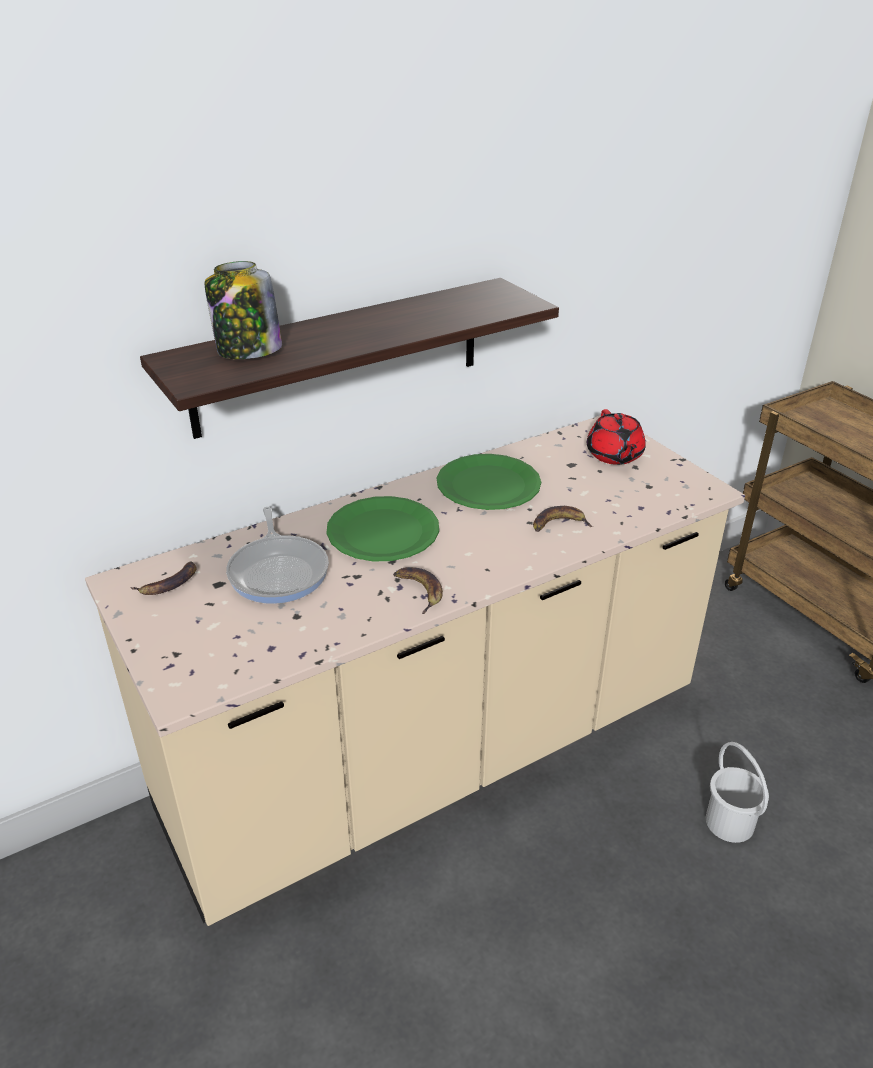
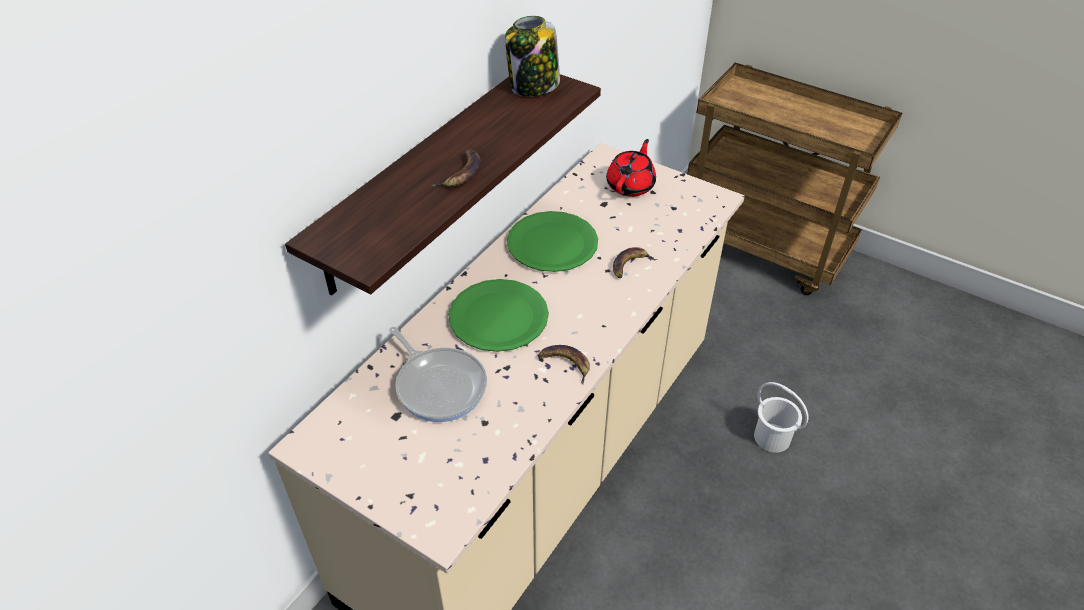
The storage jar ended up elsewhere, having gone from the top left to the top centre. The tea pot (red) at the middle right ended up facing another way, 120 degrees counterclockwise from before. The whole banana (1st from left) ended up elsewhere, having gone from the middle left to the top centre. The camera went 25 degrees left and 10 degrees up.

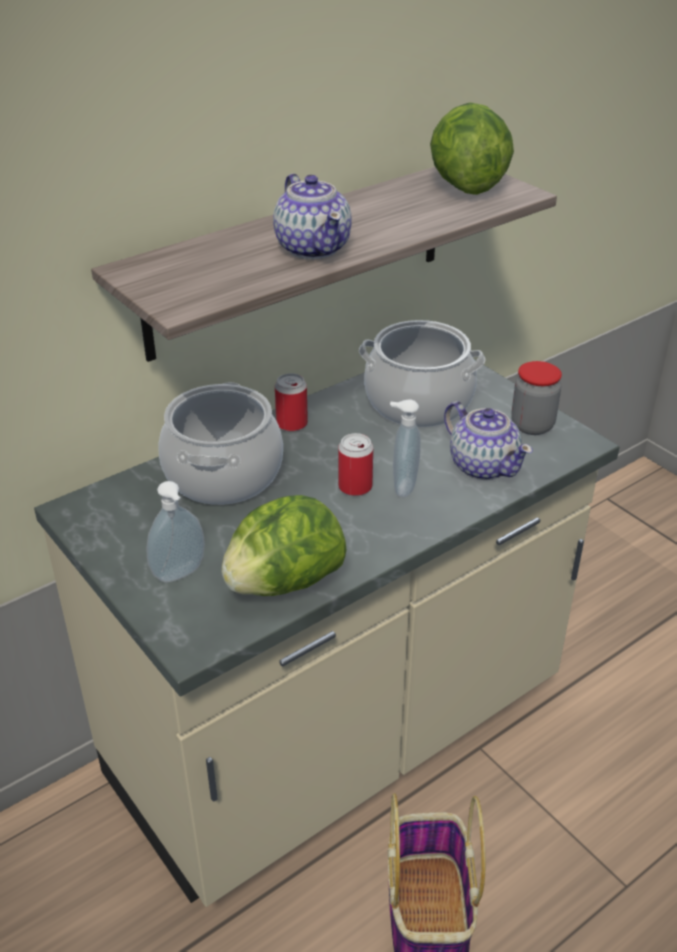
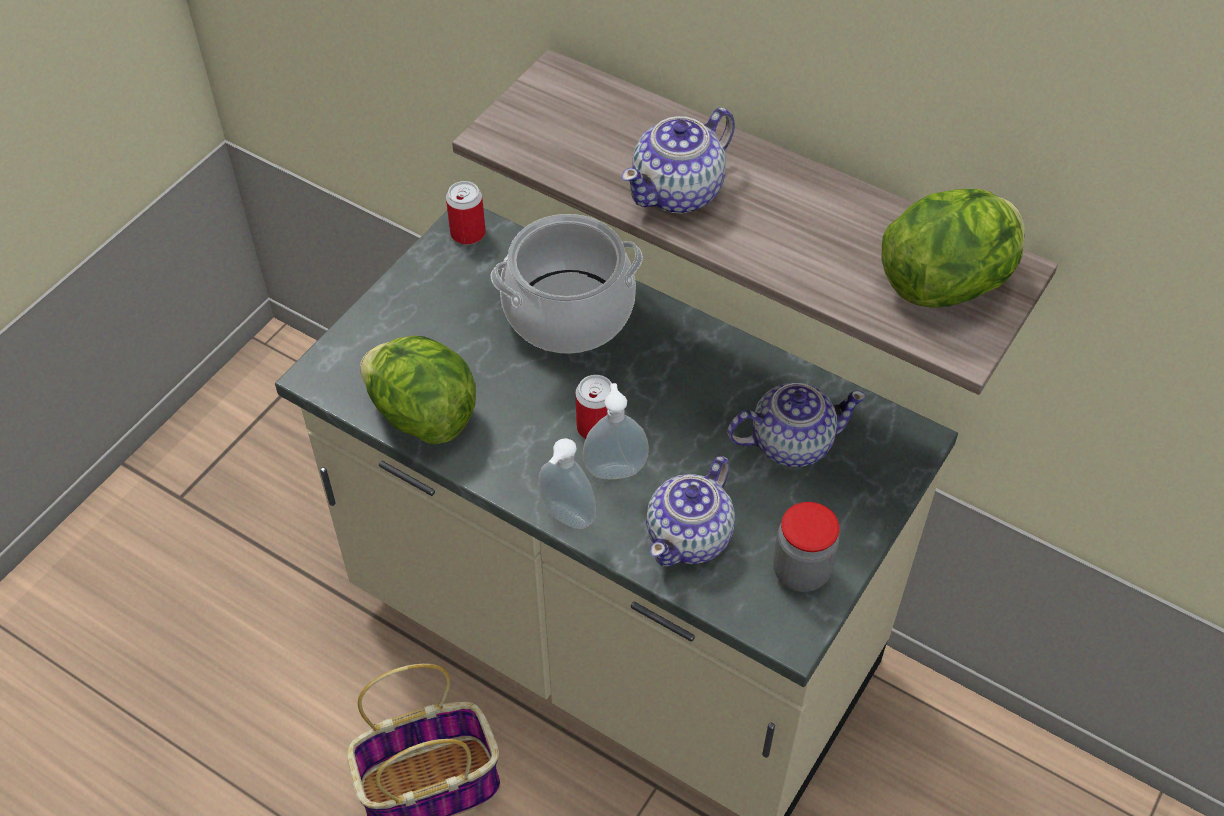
Where the stockpot (2nd from left) stood at the centre, the tea pot (3rd from left) came to stand at the centre. The can (1st from left) ended up elsewhere, having gone from the centre to the top centre. The liquid soap bottle (1st from left) ended up elsewhere, having gone from the middle left to the centre. The camera went 70 degrees right and 15 degrees up.

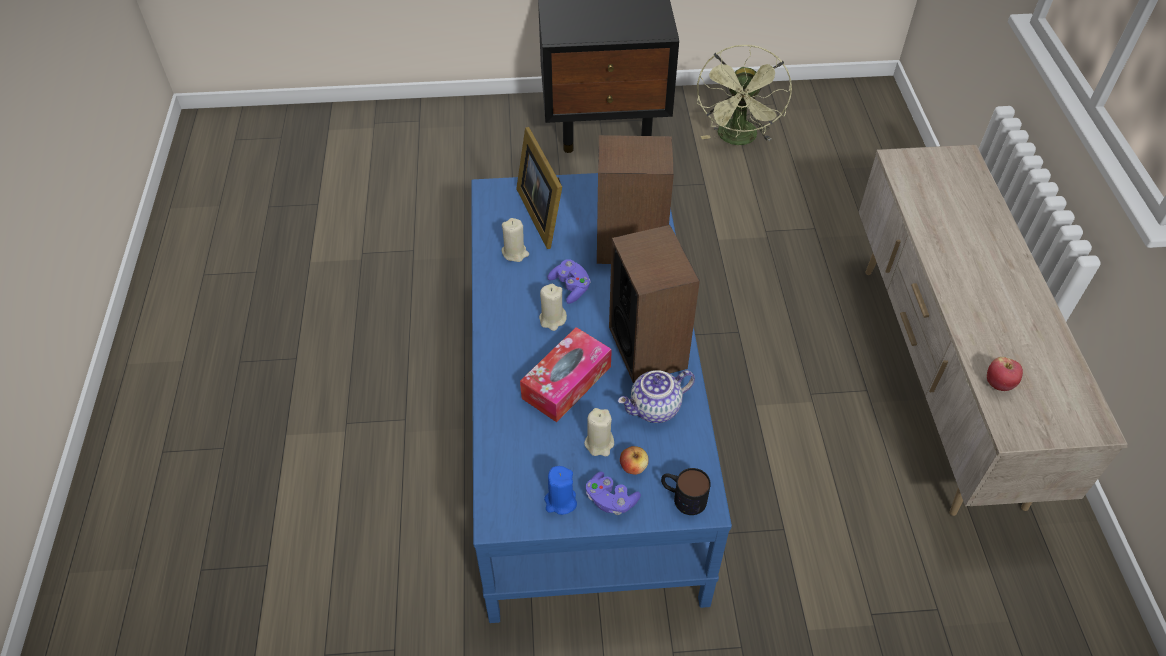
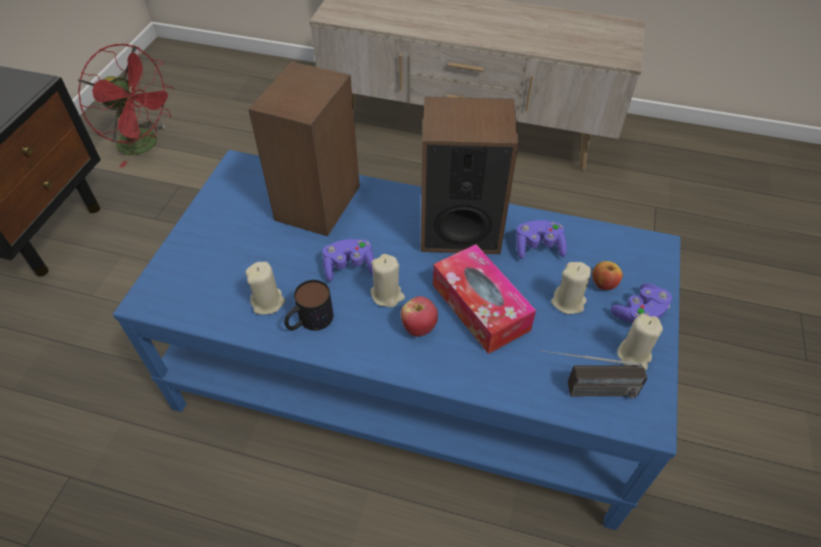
What was the cooling fan (green-coloured) at the top centre turned into the cooling fan (red) at the top left. The second view lost the picture frame at the top centre. The apple (2nd from left in the first image) ended up elsewhere, having gone from the middle right to the centre. Where the tea pot stood at the centre, the game controller (purple) (2nd from left) came to stand at the centre. What was the wax candle (bluish) at the bottom centre turned into the wax candle (beige-coloured) (4th from left) at the middle right. The mug ended up elsewhere, having gone from the bottom centre to the centre. The second view gained the radio receiver at the bottom right. The camera went 70 degrees left and 0 degrees up.

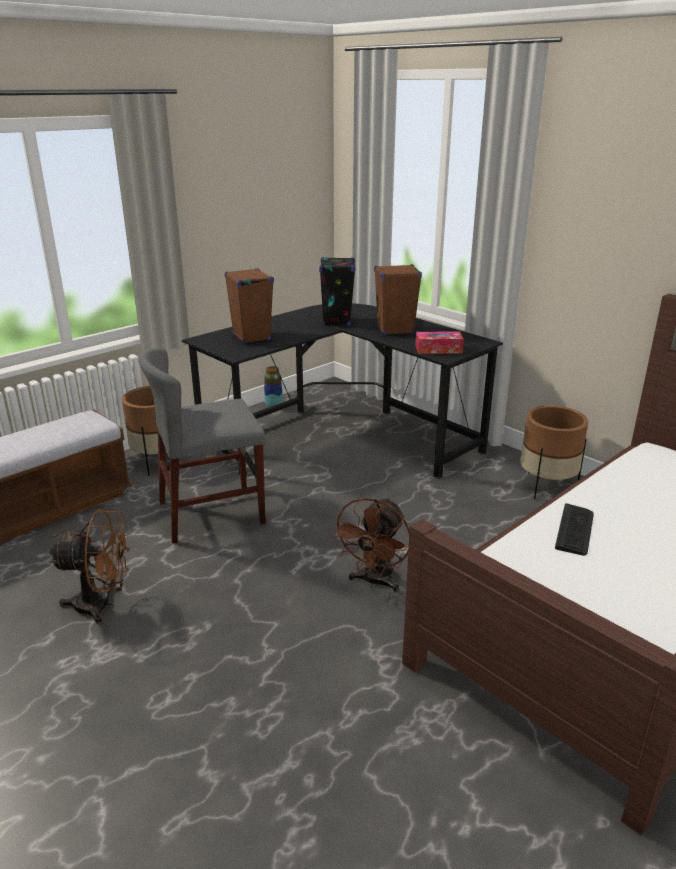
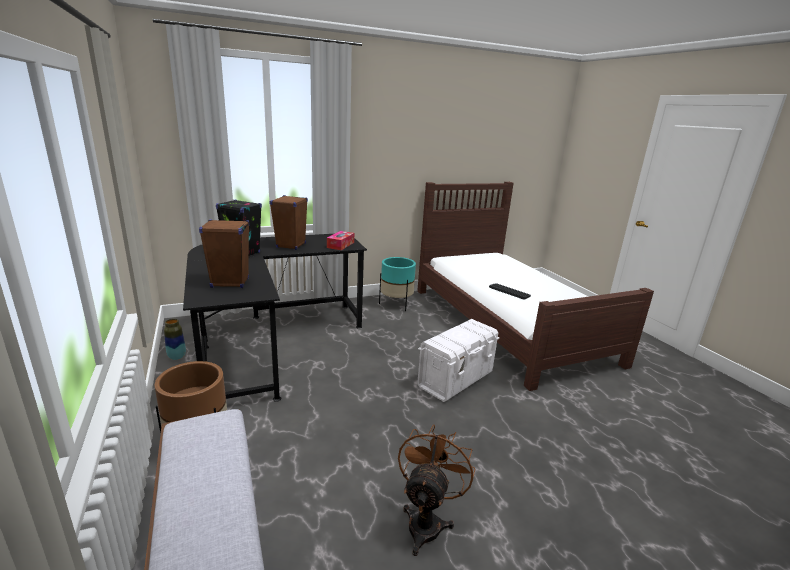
The second view lost the chair (gray) at the middle left. What was the planter (brown-coloured) (2nd from left) at the middle right turned into the planter (turquoise) at the centre. Where the cooling fan (brown-coloured) (2nd from left) stood at the centre, the storage container (whitish) came to stand at the centre. The camera went 70 degrees left and 5 degrees down.

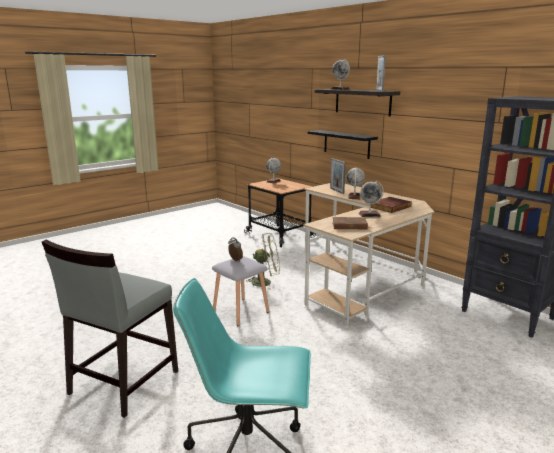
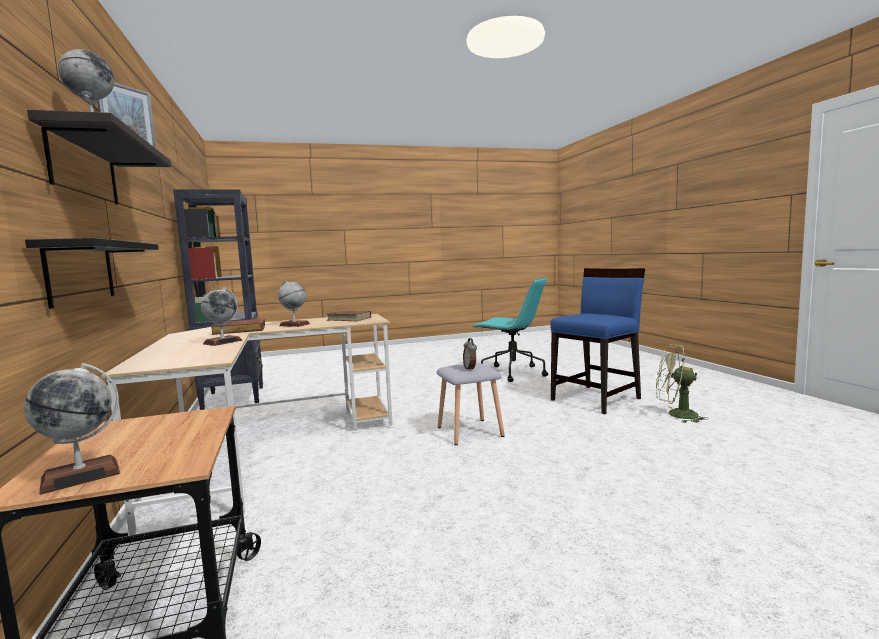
The second view lost the picture frame (1st from left) at the centre. The cooling fan (green-coloured) ended up elsewhere, having gone from the centre to the middle right. What was the chair (gray) at the bottom left turned into the chair (bluish) at the middle right. The camera went 155 degrees left and 10 degrees down.

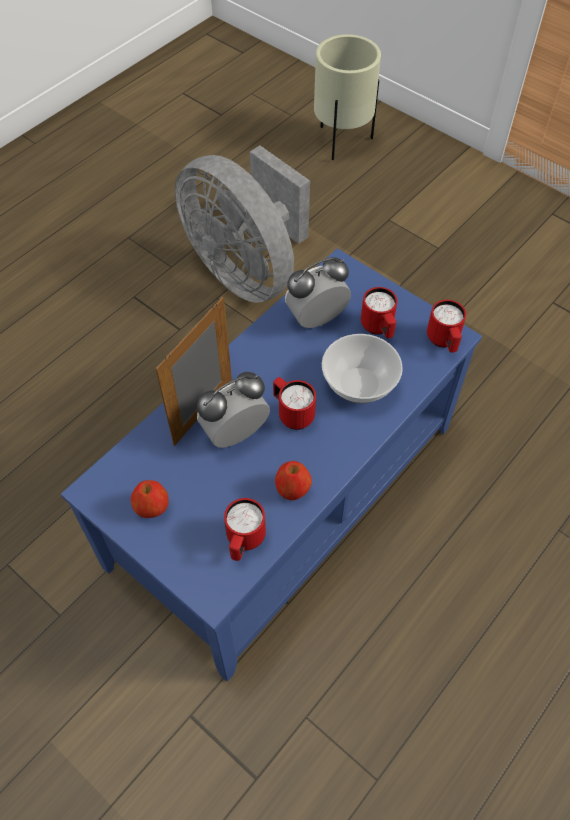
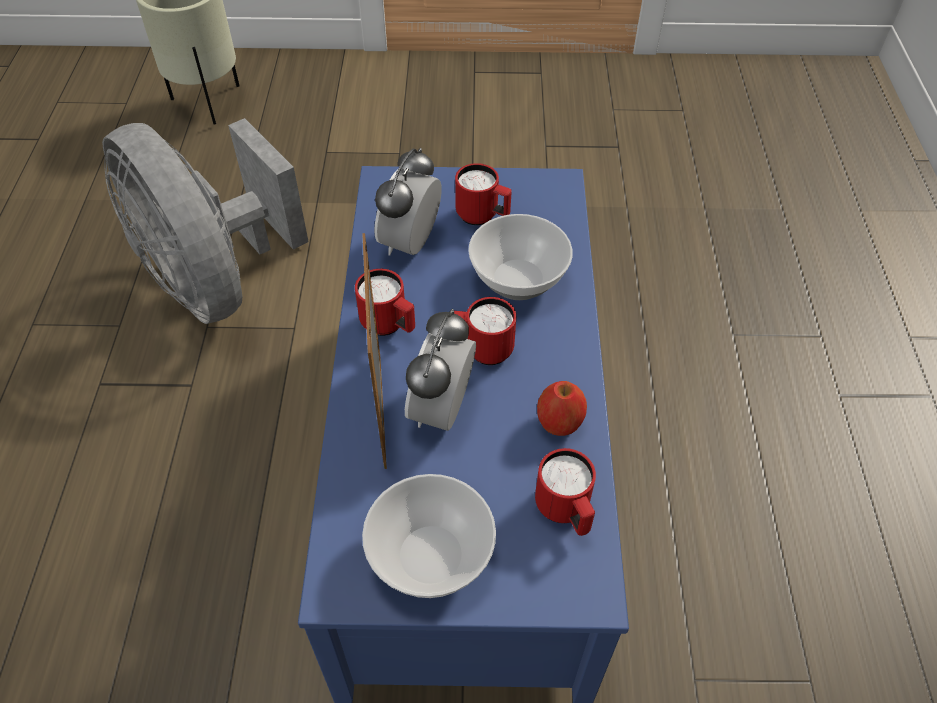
The cooling fan (gray) at the top centre ended up facing another way, 45 degrees clockwise from before. The mug (red) (4th from left in the first image) ended up elsewhere, having gone from the middle right to the centre. Where the apple (1st from left) stood at the middle left, the bowl (1st from left) came to stand at the bottom centre. The camera went 40 degrees left and 5 degrees down.

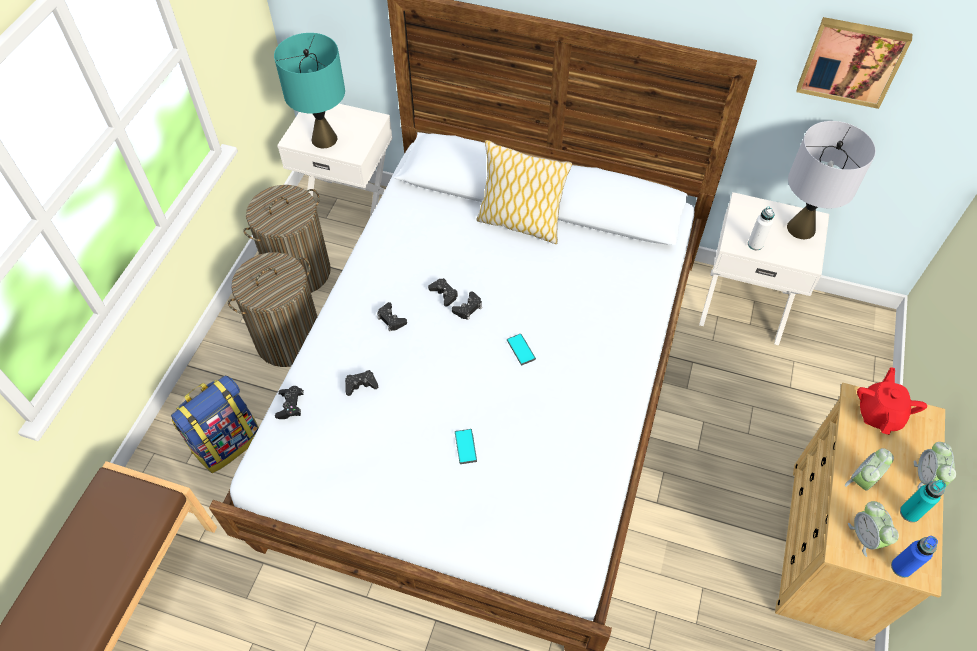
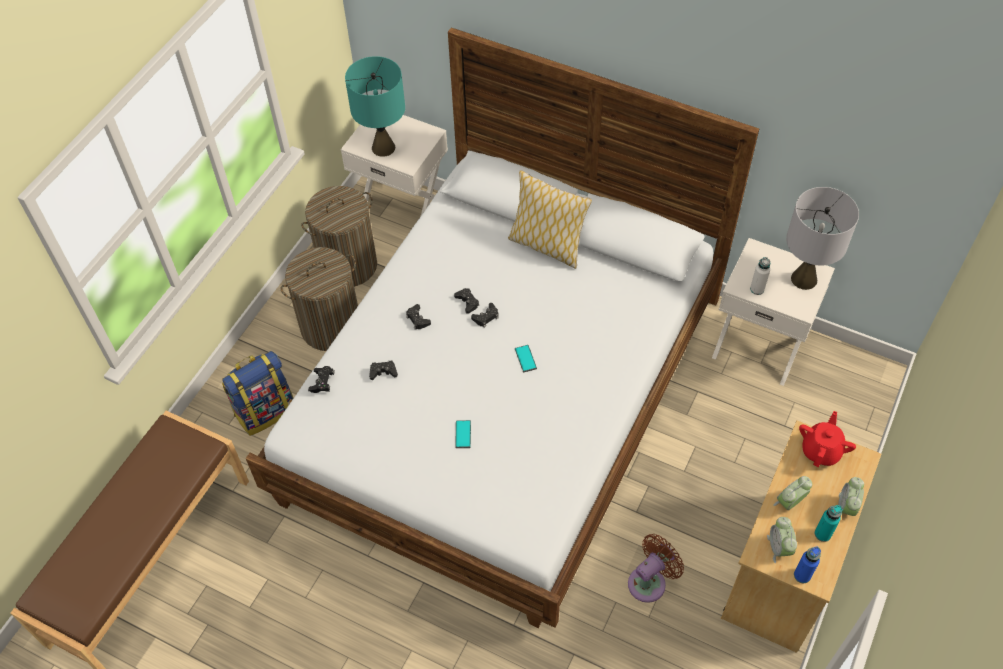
The second view lost the wall art at the top right. The second view gained the cooling fan (brown-coloured) at the bottom centre. The camera went 10 degrees right and 0 degrees up.

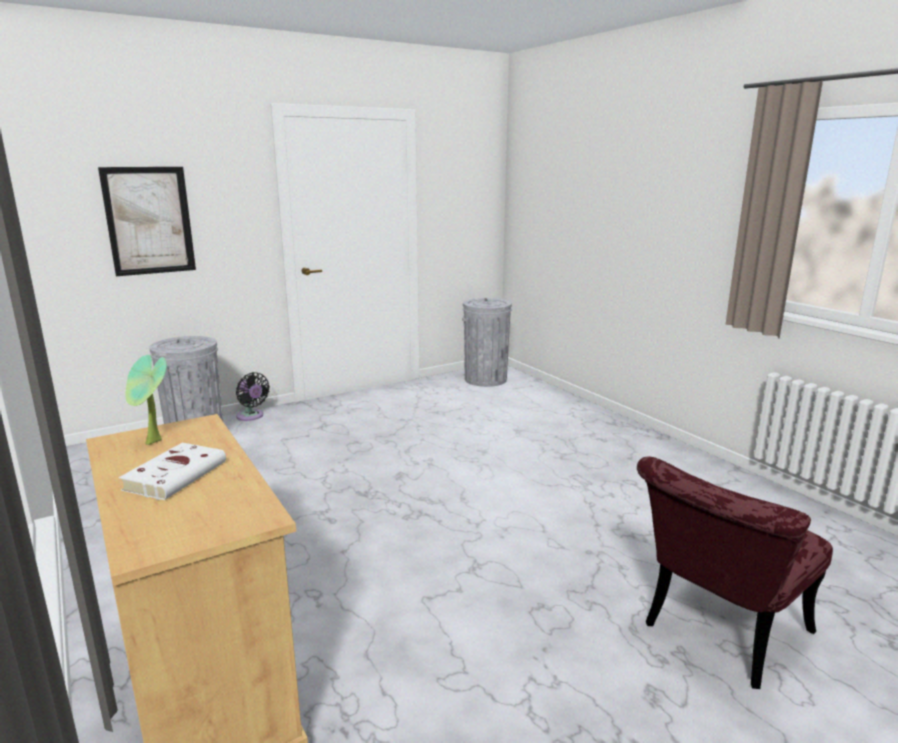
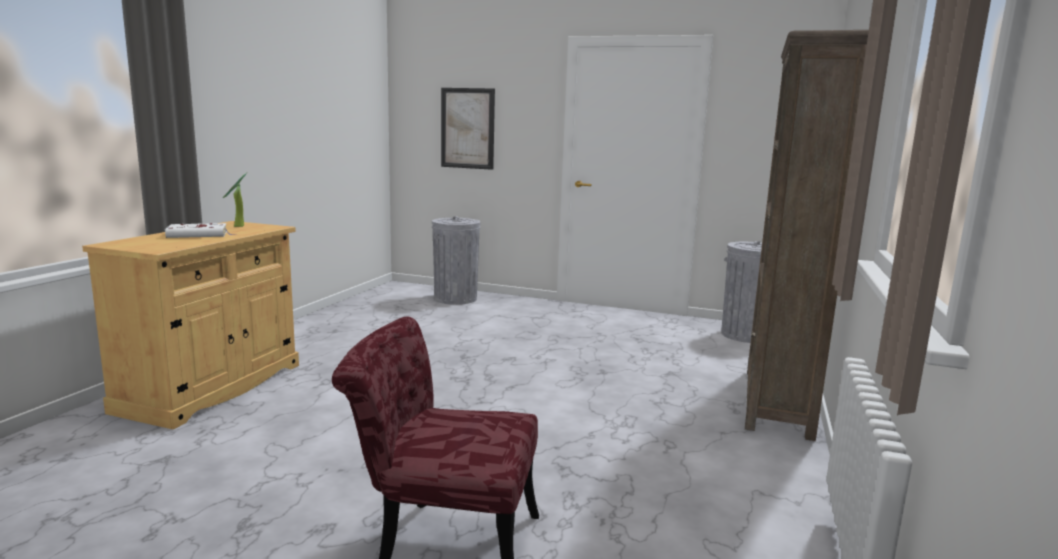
The second view lost the cooling fan (blackish) at the middle left. The second view gained the shelving unit (brown-coloured) at the middle right. The camera went 50 degrees right and 5 degrees down.

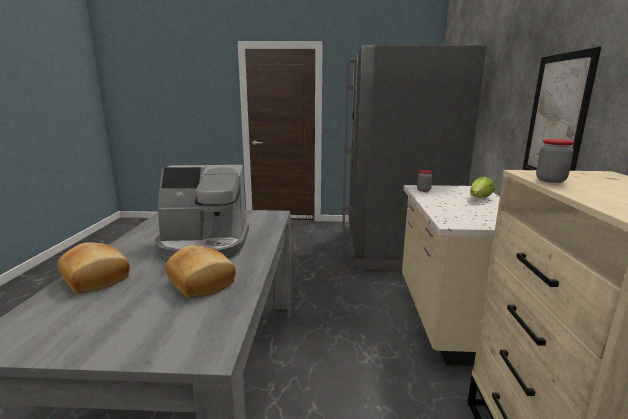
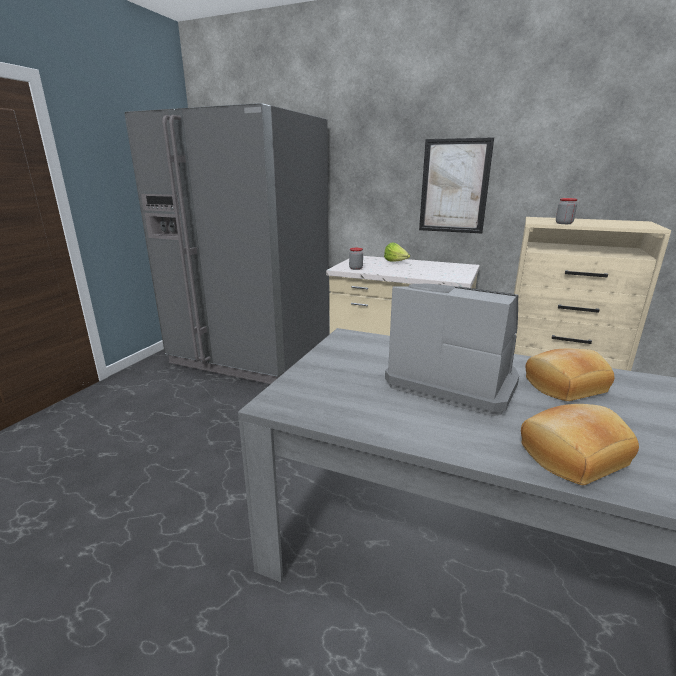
The coffee brewer at the middle left ended up facing another way, 75 degrees counterclockwise from before. The camera went 70 degrees left and 5 degrees up.

